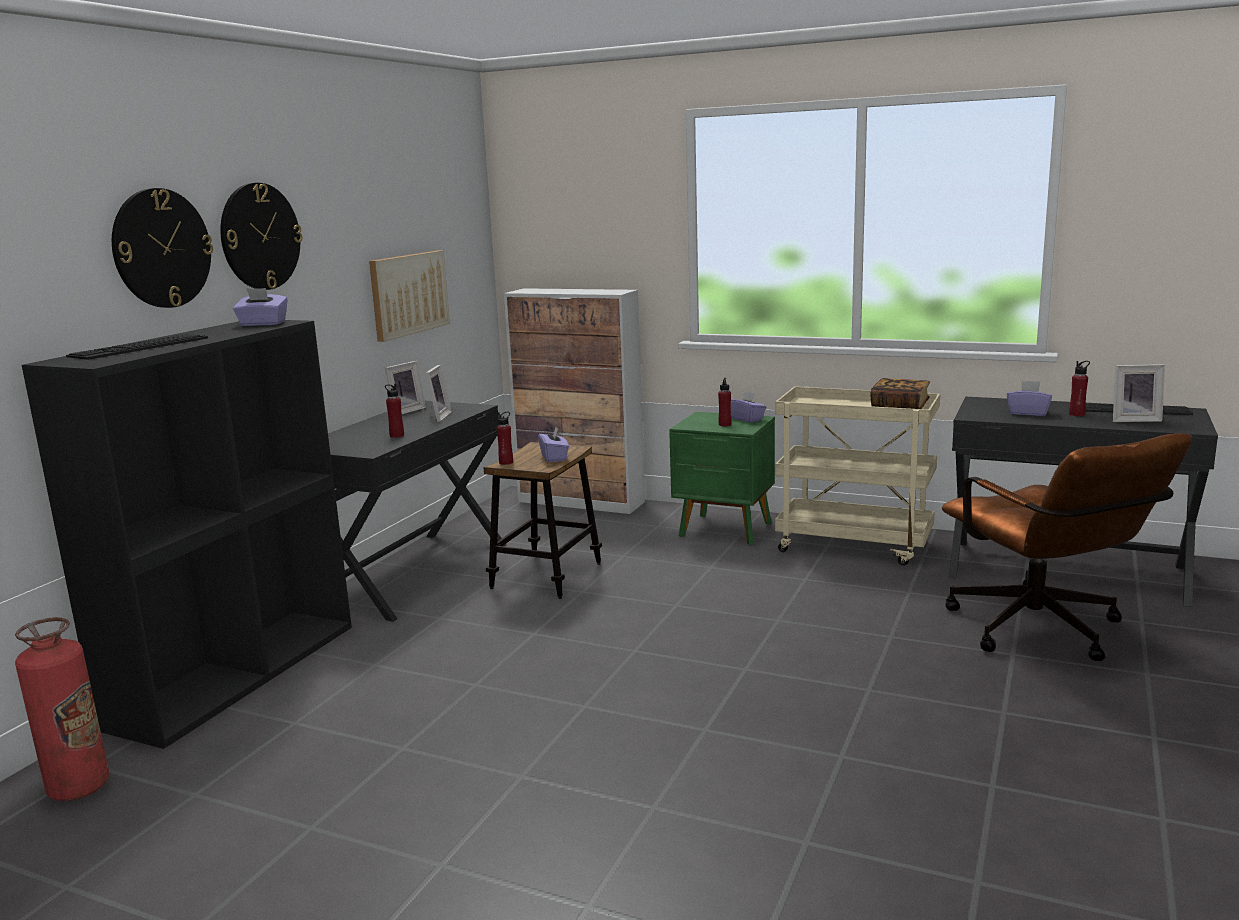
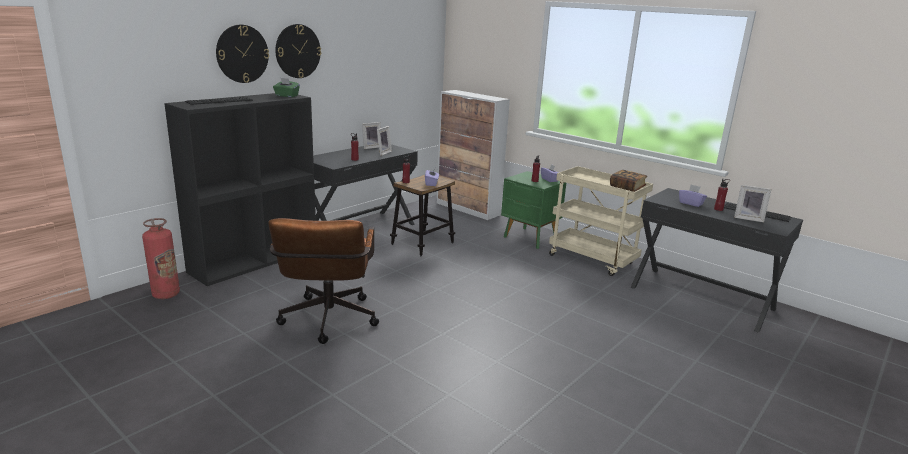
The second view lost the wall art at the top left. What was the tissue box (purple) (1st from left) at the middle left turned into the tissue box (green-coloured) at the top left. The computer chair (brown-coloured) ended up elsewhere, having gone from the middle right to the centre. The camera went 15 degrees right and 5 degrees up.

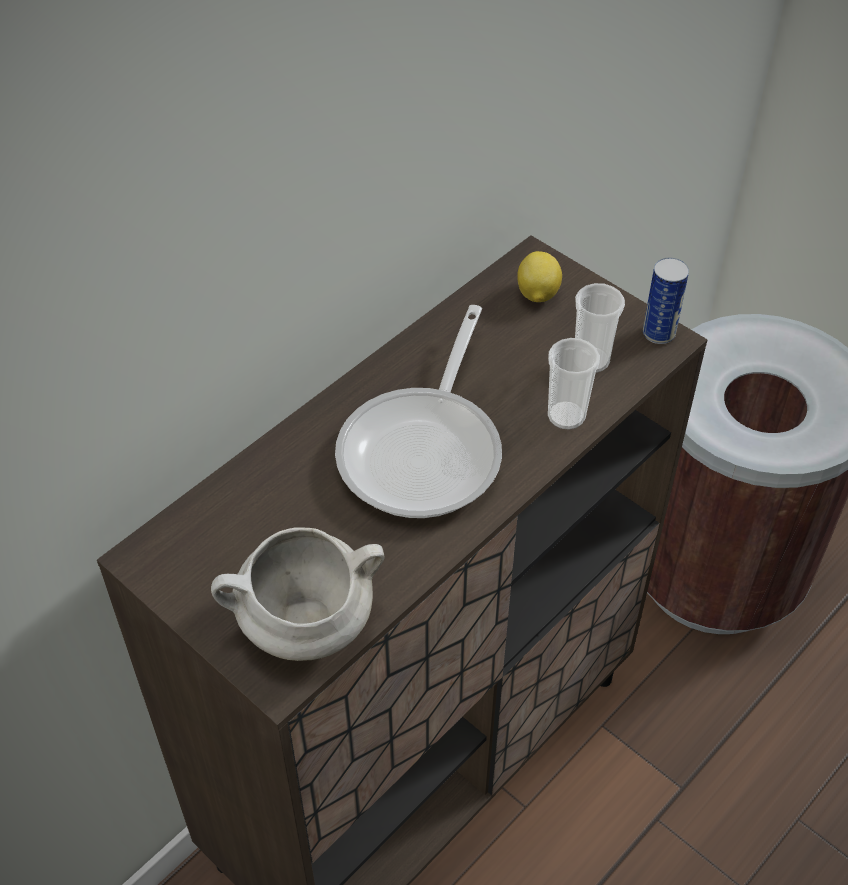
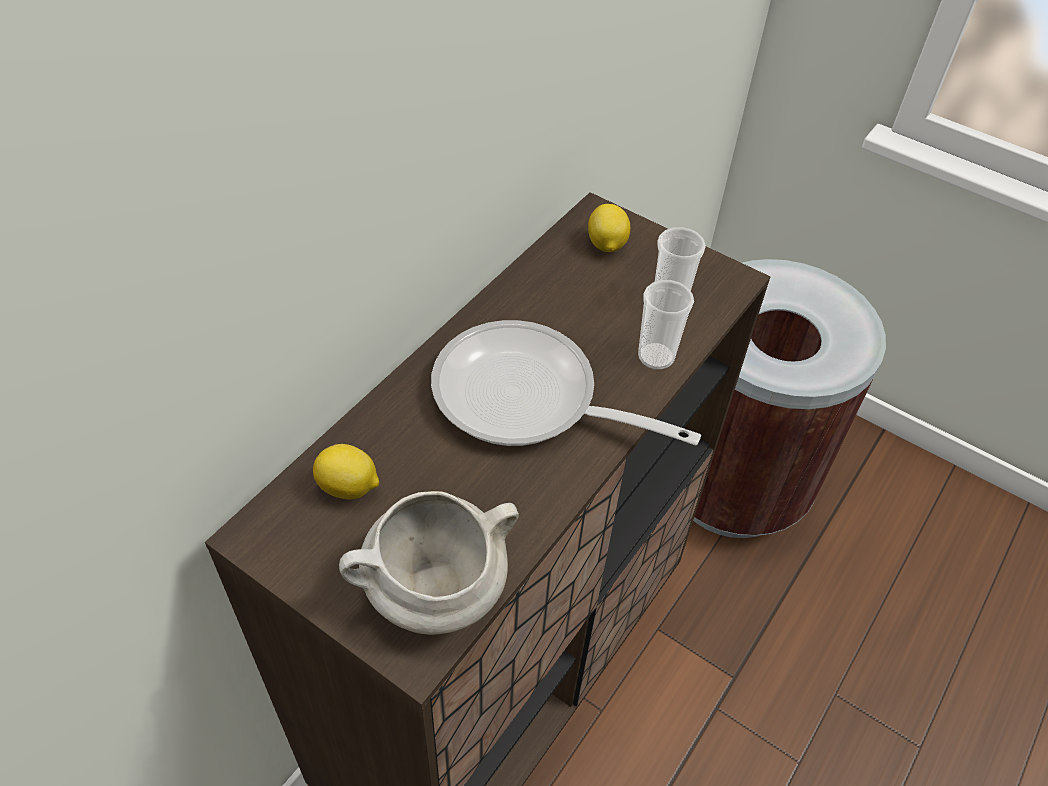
The second view lost the can at the middle right. The skillet at the centre ended up facing another way, 105 degrees clockwise from before. The second view gained the lemon (1st from left) at the middle left. The camera went 10 degrees left and 0 degrees up.

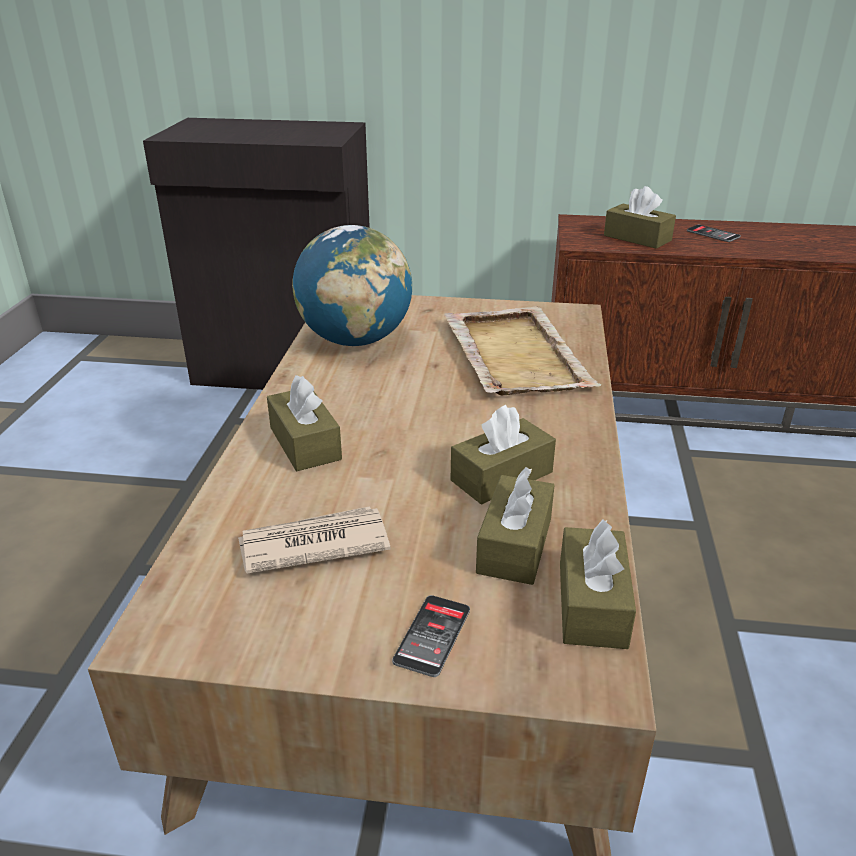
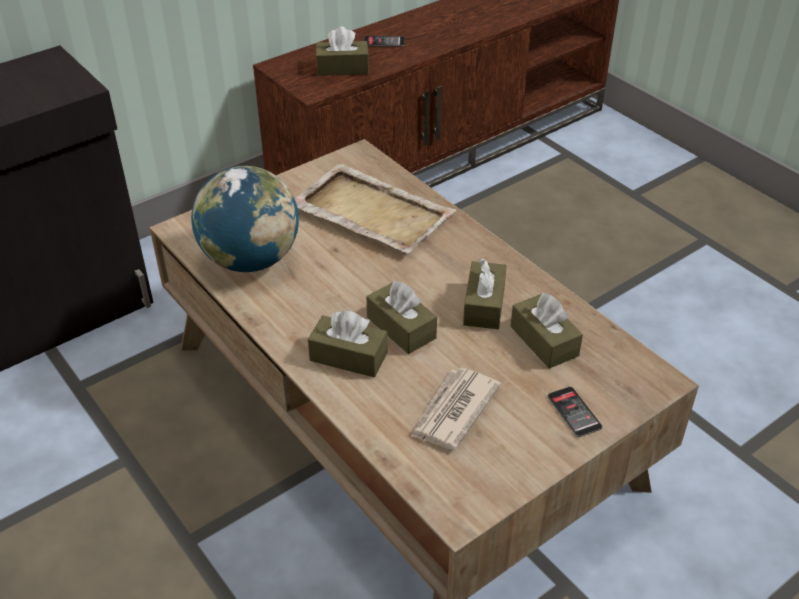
The tissue box (brown-coloured) (4th from left in the first image) ended up elsewhere, having gone from the bottom right to the centre. The camera went 45 degrees left and 10 degrees up.

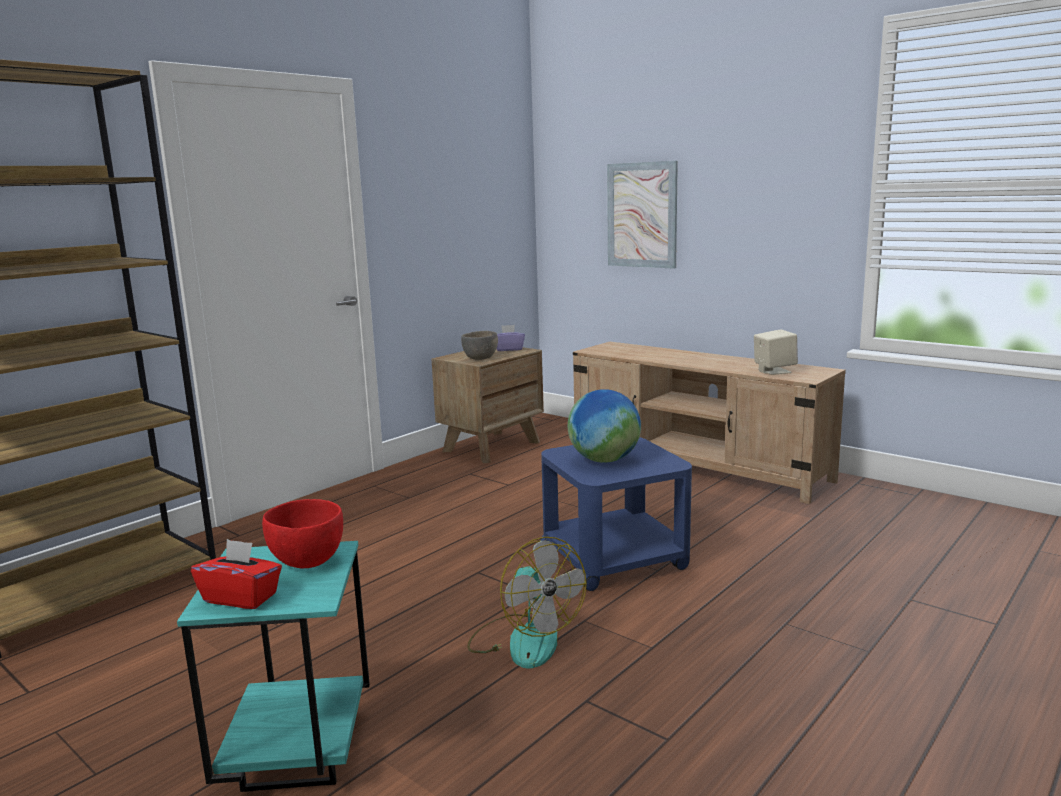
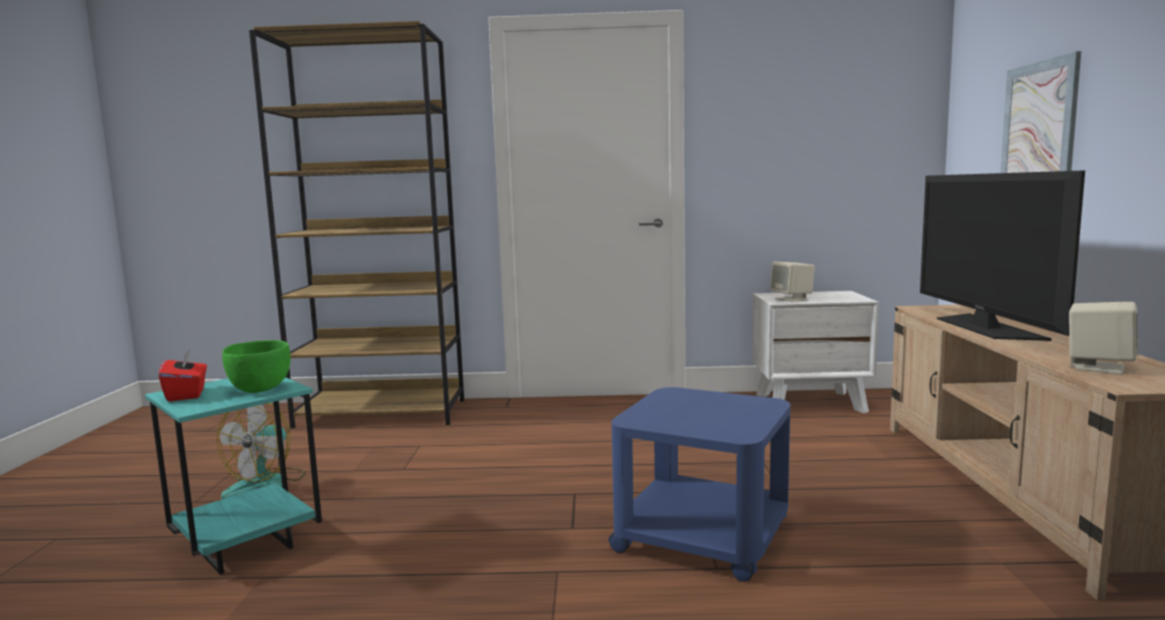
The second view lost the tissue box (purple) at the centre. Where the bowl (gray) stood at the centre, the loudspeaker (beige-coloured) (1st from left) came to stand at the middle right. What was the bedside table (brown-coloured) at the centre turned into the bedside table (whitish) at the middle right. The second view lost the world globe at the centre. What was the bowl (red) at the bottom left turned into the bowl (green-coloured) at the middle left. The cooling fan ended up elsewhere, having gone from the bottom centre to the bottom left. The second view gained the TV at the middle right. The camera went 50 degrees right and 5 degrees down.

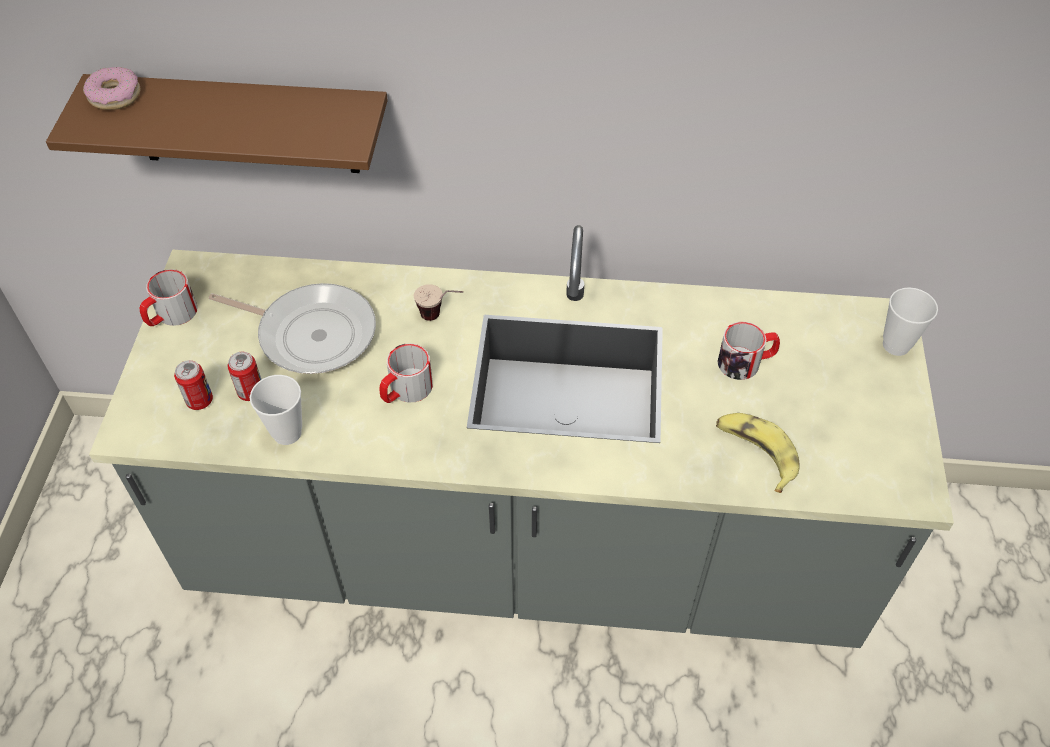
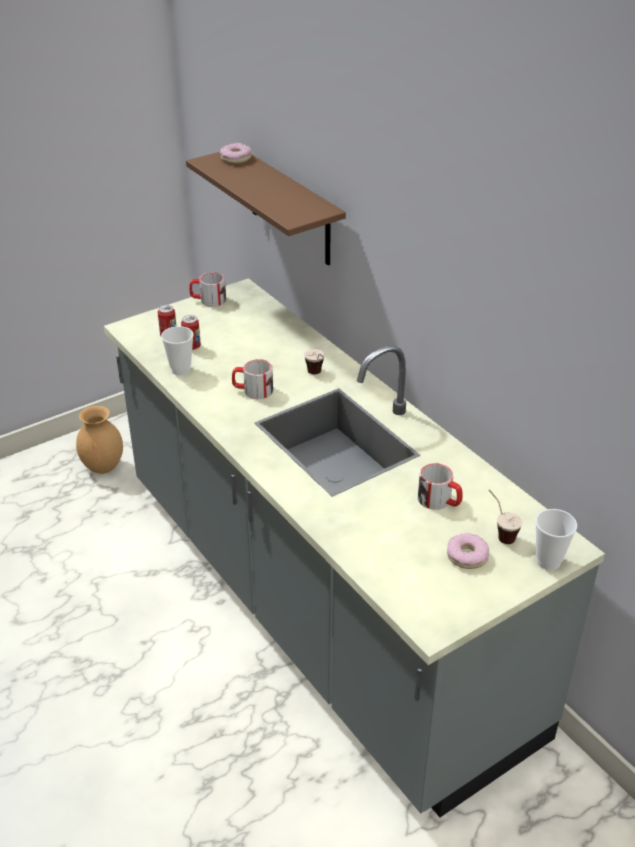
The second view lost the skillet at the middle left. The second view lost the whole banana at the middle right. The second view gained the flower vase (brown-coloured) at the middle left. The second view gained the small cup (3rd from left) at the middle right. The second view gained the doughnut (2nd from left) at the middle right. The camera went 50 degrees right and 15 degrees down.

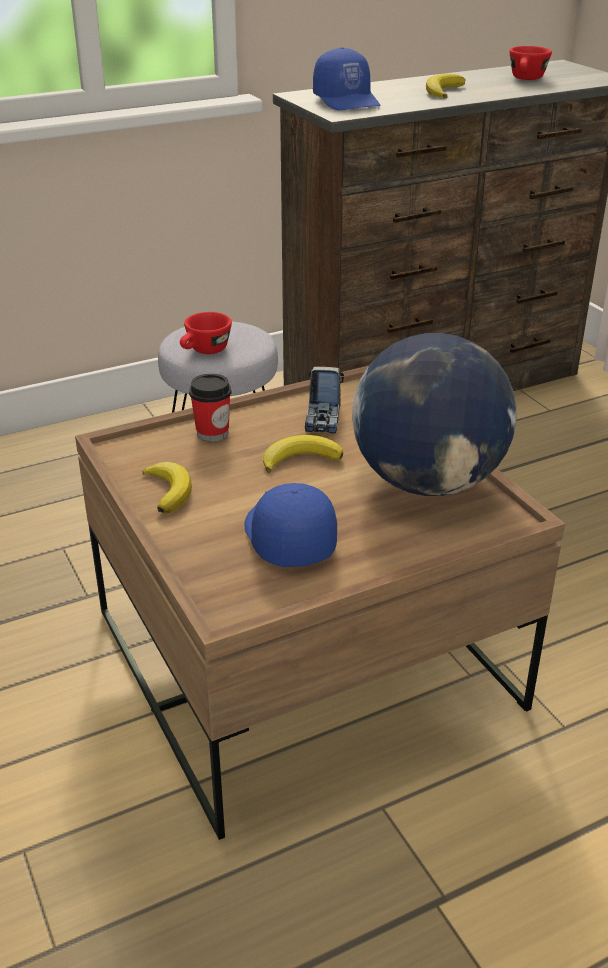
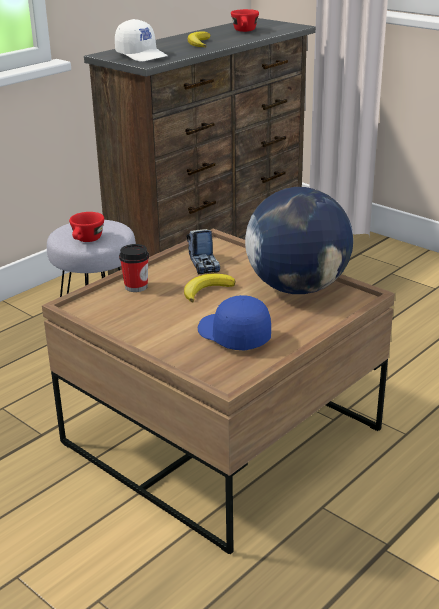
What was the peaked cap (bluish) (2nd from left) at the top centre turned into the peaked cap (whitish) at the top left. The second view lost the whole banana (1st from left) at the middle left. The camera went 20 degrees left and 5 degrees down.

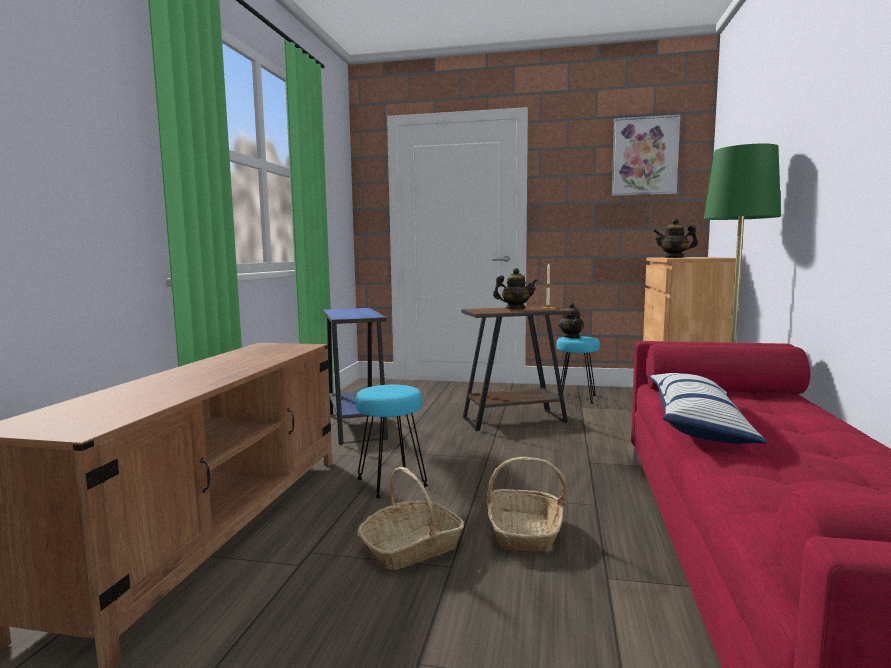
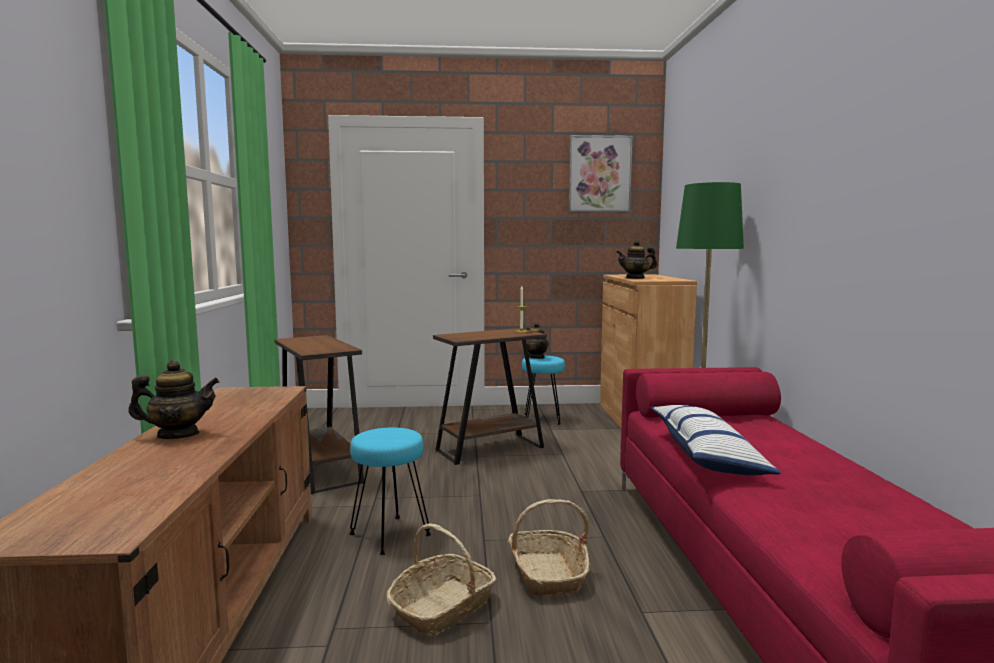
The tea pot (1st from left) ended up elsewhere, having gone from the centre to the middle left. What was the accent table (bluish) at the centre turned into the accent table (brown-coloured) (1st from left) at the middle left. The camera went 15 degrees left and 0 degrees up.

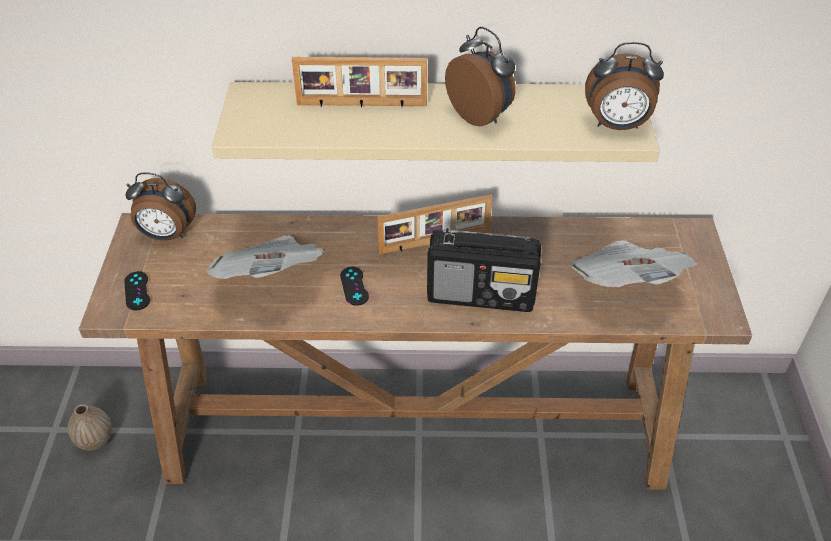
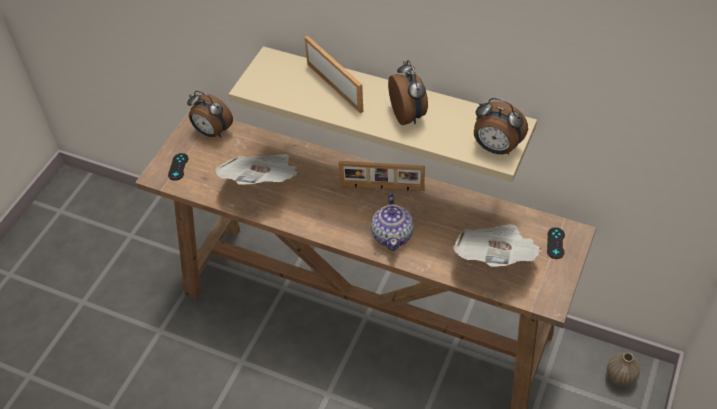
The picture frame (1st from left) at the top centre ended up facing another way, 150 degrees counterclockwise from before. Where the radio receiver stood at the centre, the tea pot came to stand at the centre. The game controller (blackish) (2nd from left) ended up elsewhere, having gone from the centre to the middle right. The flower vase ended up elsewhere, having gone from the bottom left to the bottom right. The camera went 25 degrees right and 5 degrees up.

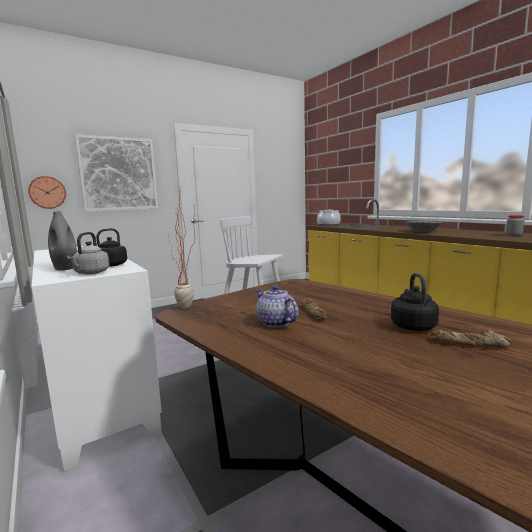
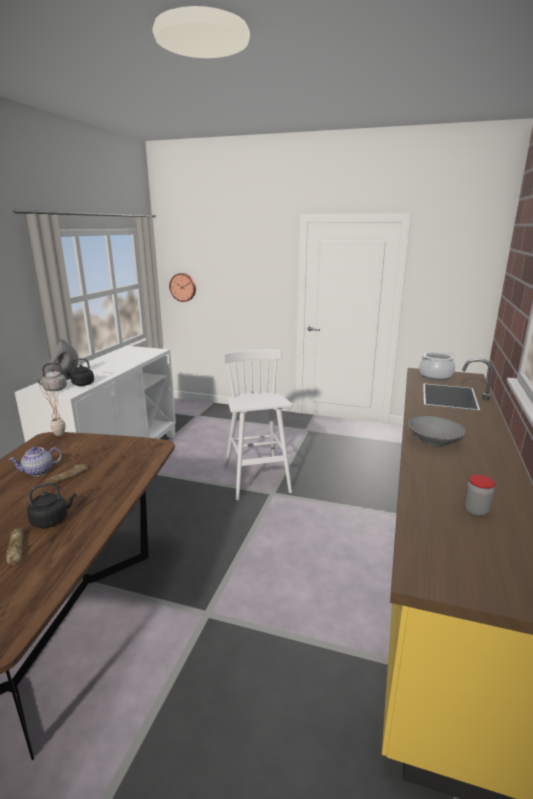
The second view lost the wall art at the top left. The tea pot at the centre ended up facing another way, 135 degrees counterclockwise from before. The camera went 50 degrees right and 10 degrees up.

